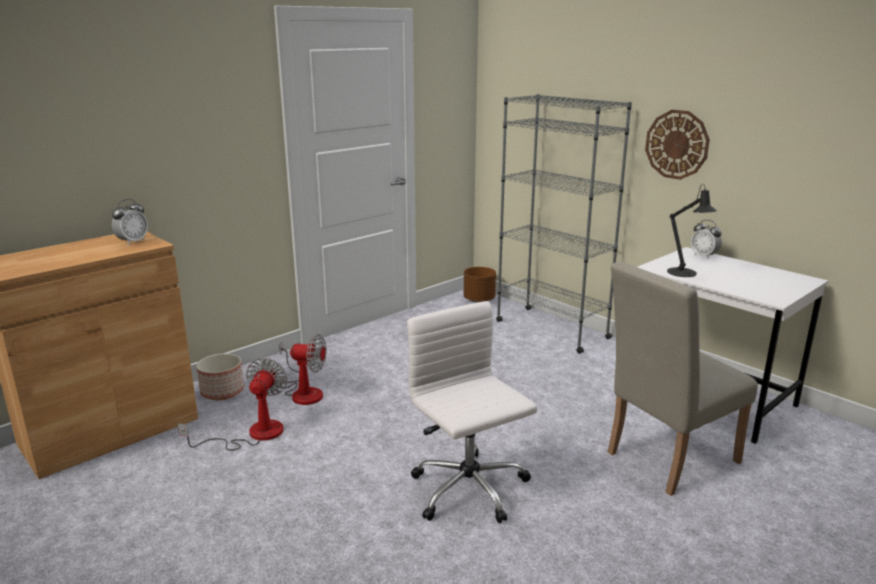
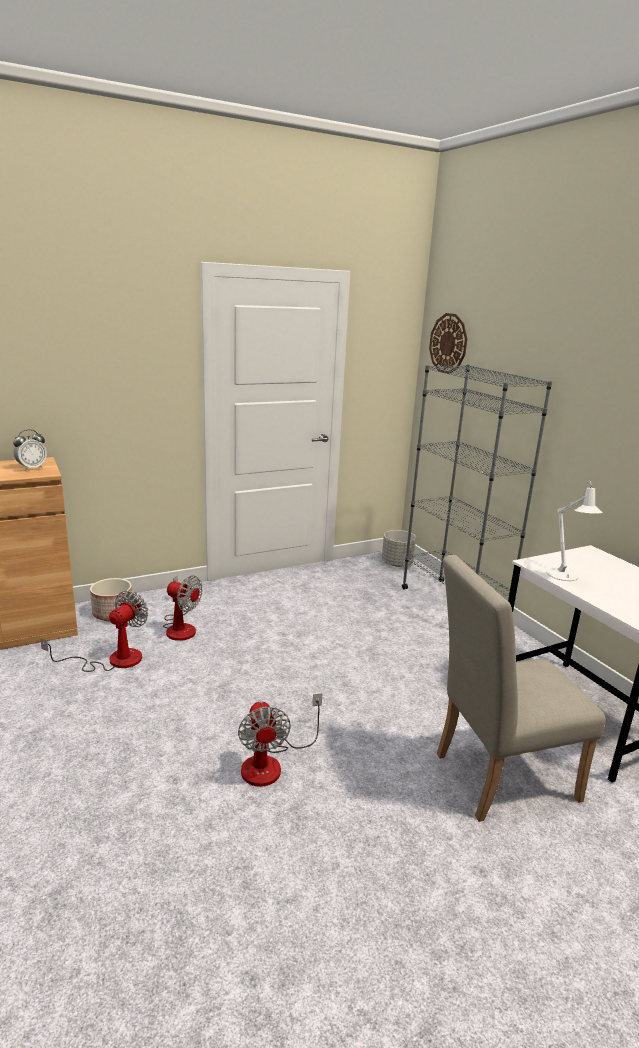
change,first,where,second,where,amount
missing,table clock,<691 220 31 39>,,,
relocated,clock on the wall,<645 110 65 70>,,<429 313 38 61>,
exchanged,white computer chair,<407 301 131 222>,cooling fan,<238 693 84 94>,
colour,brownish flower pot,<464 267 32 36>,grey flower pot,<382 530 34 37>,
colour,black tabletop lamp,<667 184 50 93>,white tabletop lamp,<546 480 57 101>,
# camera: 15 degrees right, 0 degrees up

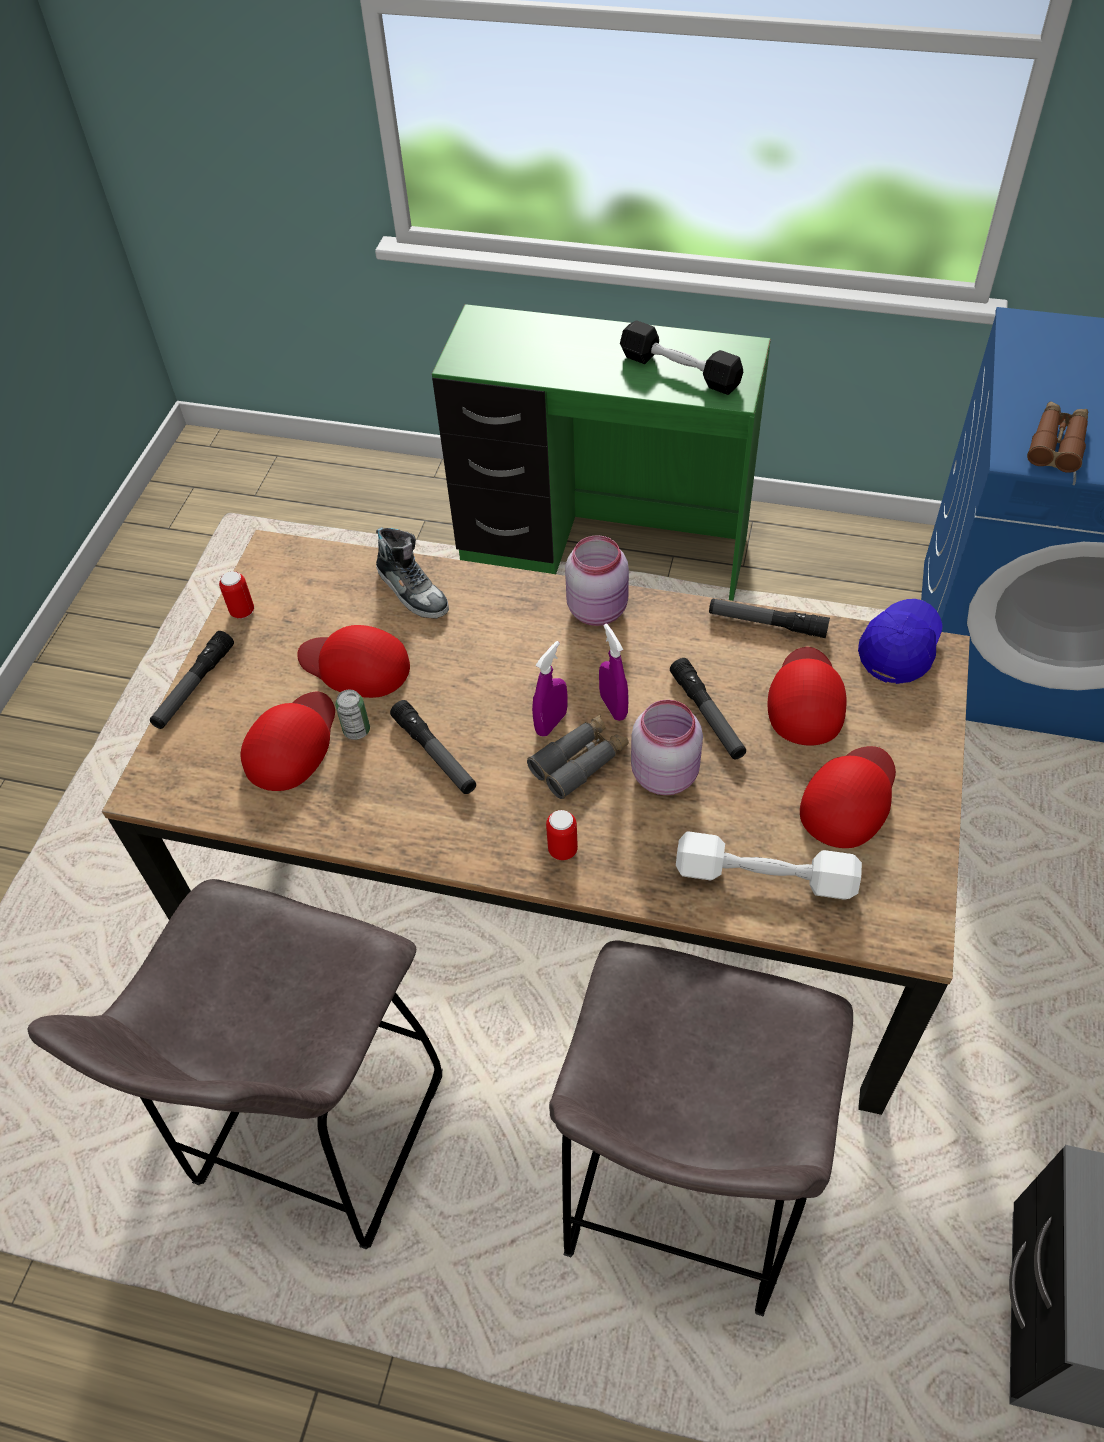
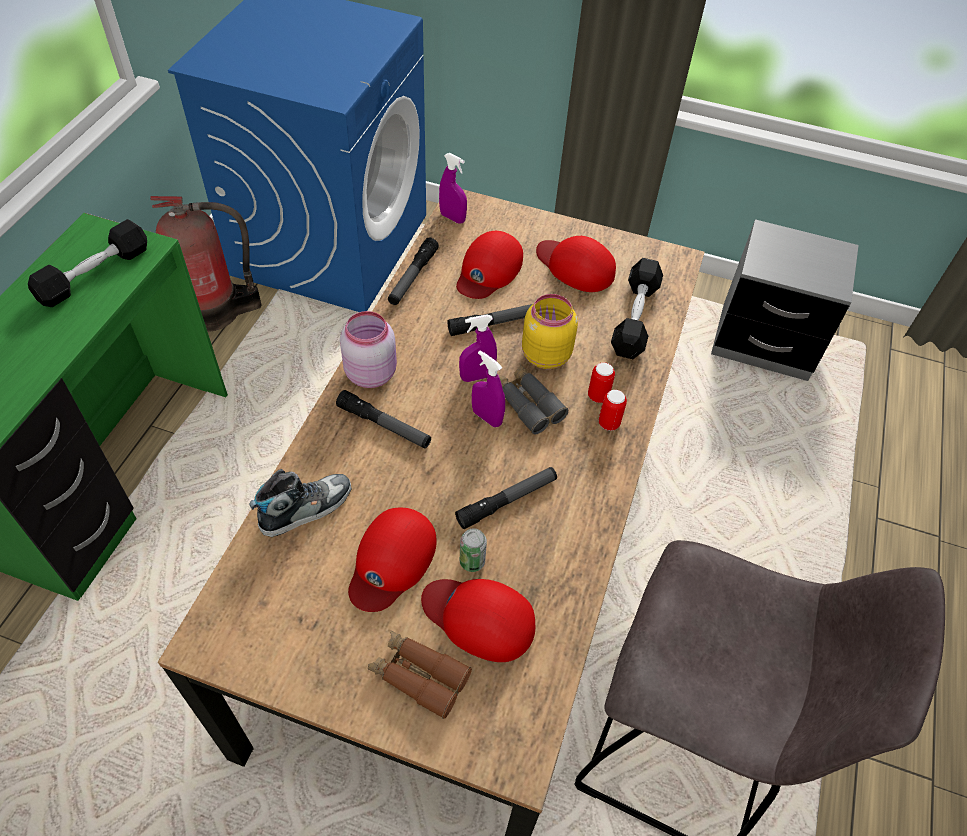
change,first,where,second,where,amount
missing,grey stool seat,<549 941 304 375>,,,
appeared,,,fire-fighting cylinder,<150 196 112 136>,
relocated,hand torch,<150 631 84 98>,,<336 390 95 58>,
relocated,sealed can,<219 571 35 48>,,<588 362 27 41>,
relocated,brownish binoculars,<1027 401 61 72>,,<368 631 104 88>,
exchanged,bluish cap,<858 599 85 85>,purple-coloured hand sprayer,<439 153 28 71>,
colour,pinkish jar,<631 700 72 95>,yellowish jar,<522 294 56 75>,
colour,white dumbbell,<676 831 186 69>,black dumbbell,<611 258 52 101>,
spun,red-coloured cap,<768 647 79 99>,,<456 231 67 68>,75 degrees counterclockwise
# camera: 90 degrees left, 0 degrees up

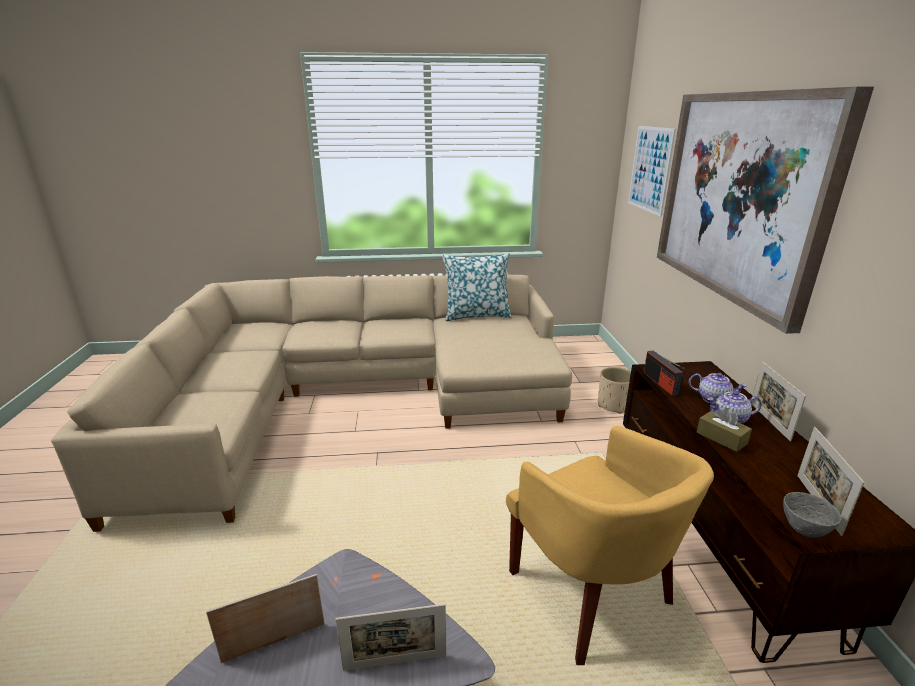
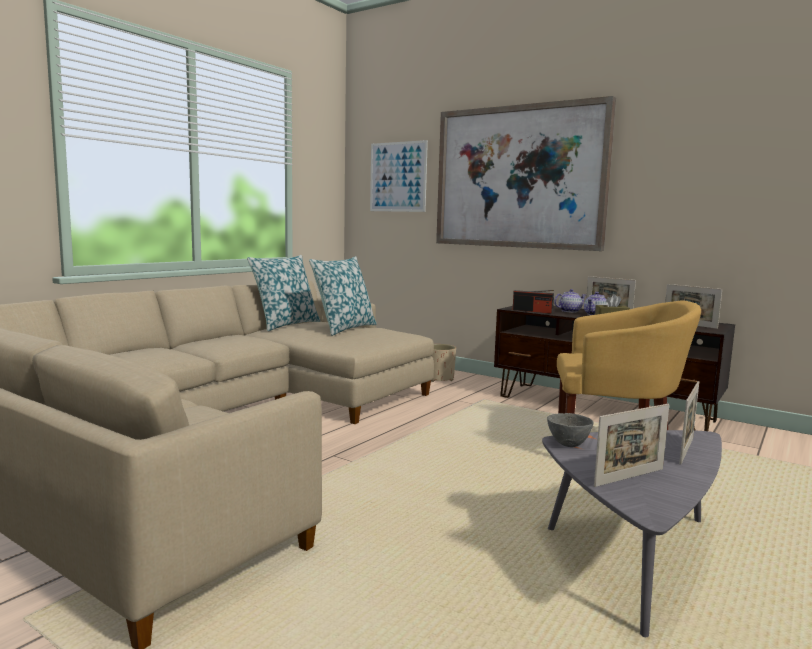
change,first,where,second,where,amount
appeared,,,throw pillow,<309 256 68 80>,
relocated,grey deep dish,<783 492 58 46>,,<547 413 47 34>,
spun,picture frame,<206 574 119 89>,,<594 404 75 83>,135 degrees counterclockwise
# camera: 50 degrees left, 15 degrees down

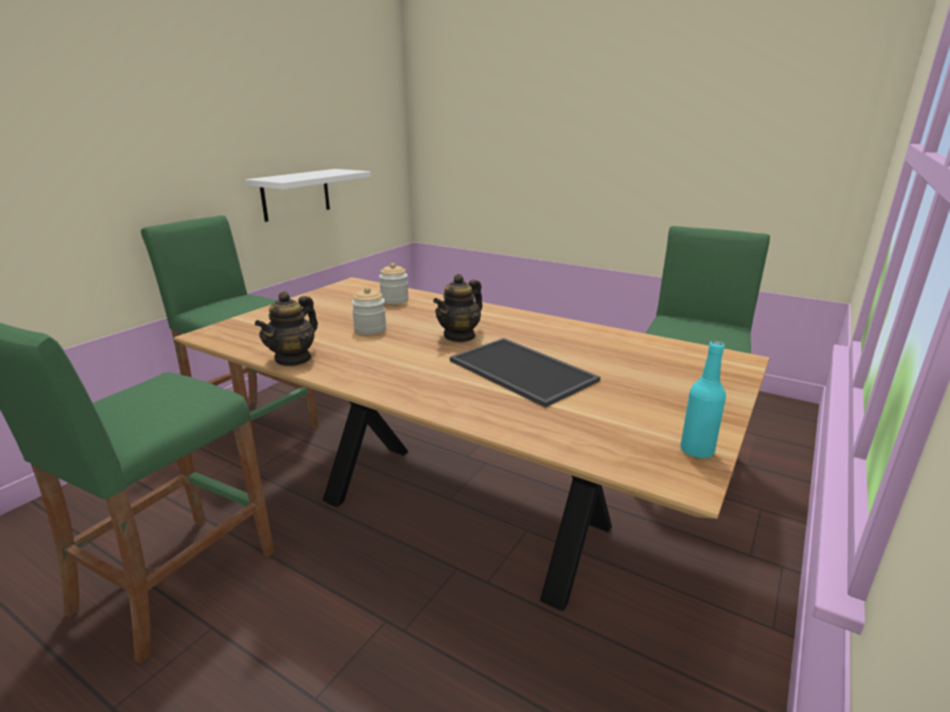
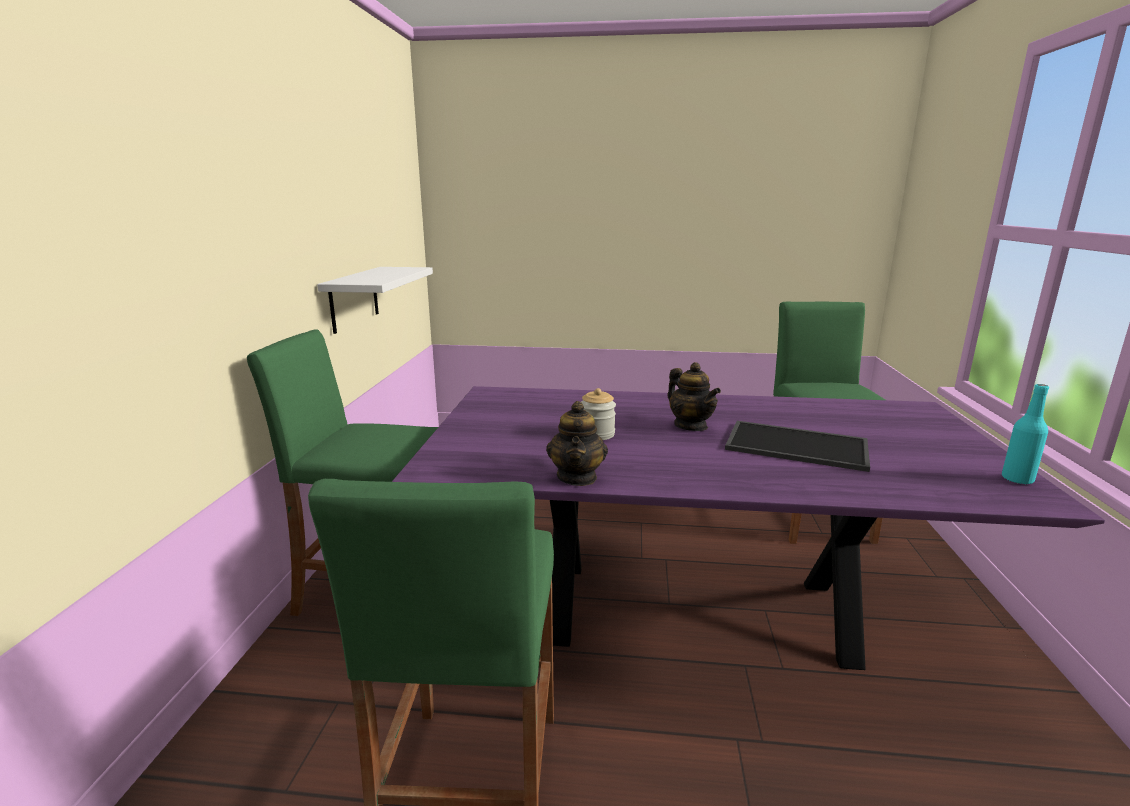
change,first,where,second,where,amount
missing,jar,<379 263 30 41>,,,
colour,brownish dining table,<174 277 596 334>,purple-coloured dining table,<392 386 713 284>,
spun,tea pot,<433 274 50 68>,,<668 362 53 69>,45 degrees counterclockwise
# camera: 25 degrees left, 5 degrees down

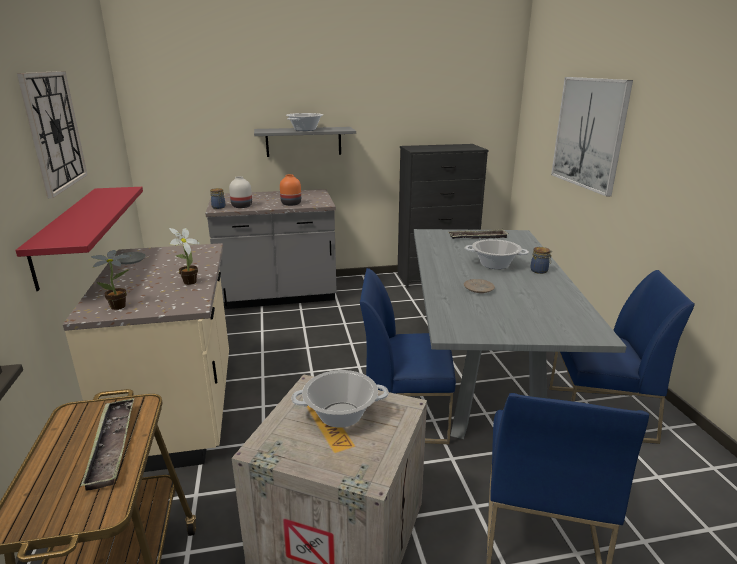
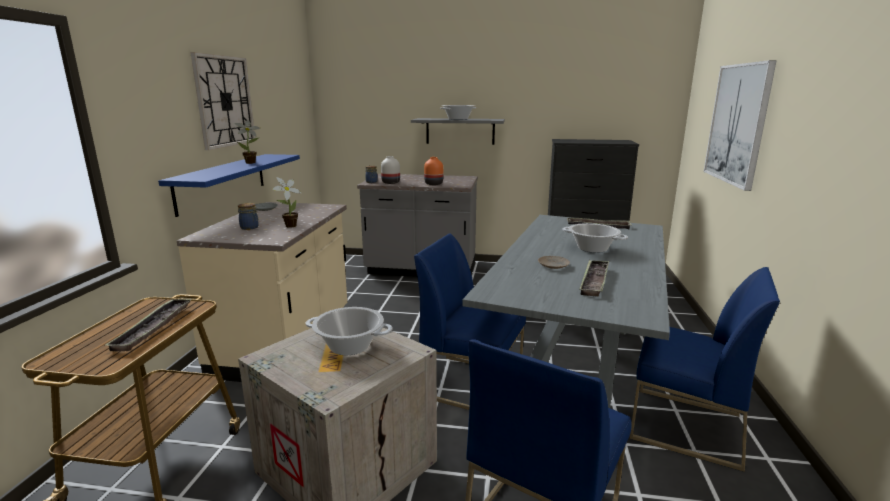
change,first,where,second,where,amount
appeared,,,carrying tray,<579 260 30 36>,
relocated,plant in a pot,<91 250 39 60>,,<235 120 25 44>,
relocated,jar,<530 247 22 27>,,<238 203 21 27>,
colour,red-coloured bracket shelf,<15 187 128 104>,bluish bracket shelf,<158 154 142 63>,
# camera: 20 degrees right, 5 degrees down

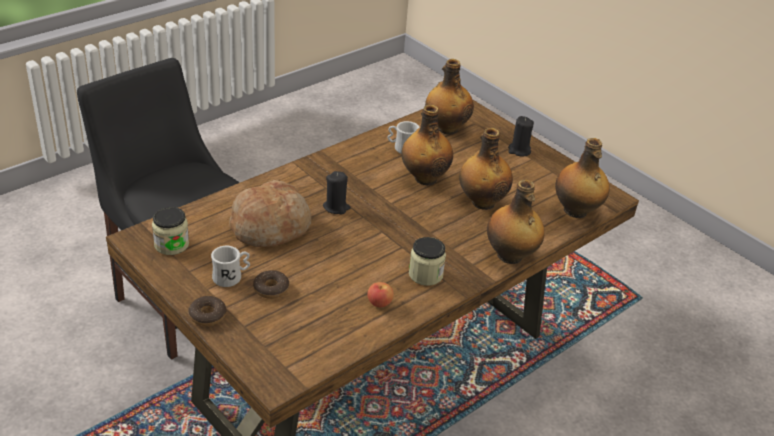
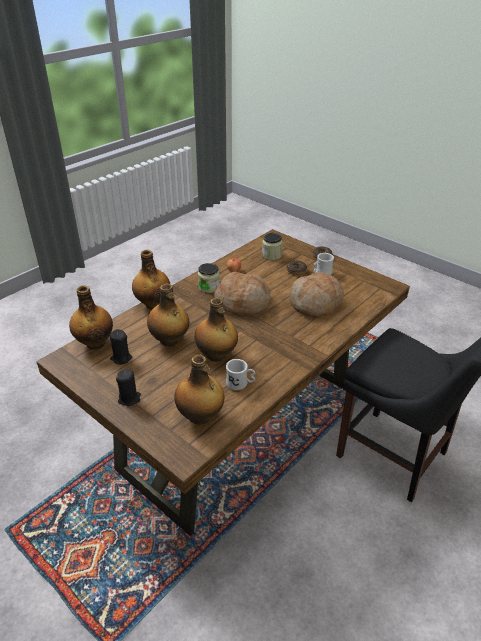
change,first,where,second,where,amount
appeared,,,bread,<214 272 56 42>,
relocated,jar,<152 207 37 48>,,<262 233 21 27>,
relocated,black wax candle,<323 171 27 43>,,<110 329 22 36>,
# camera: 175 degrees right, 0 degrees up

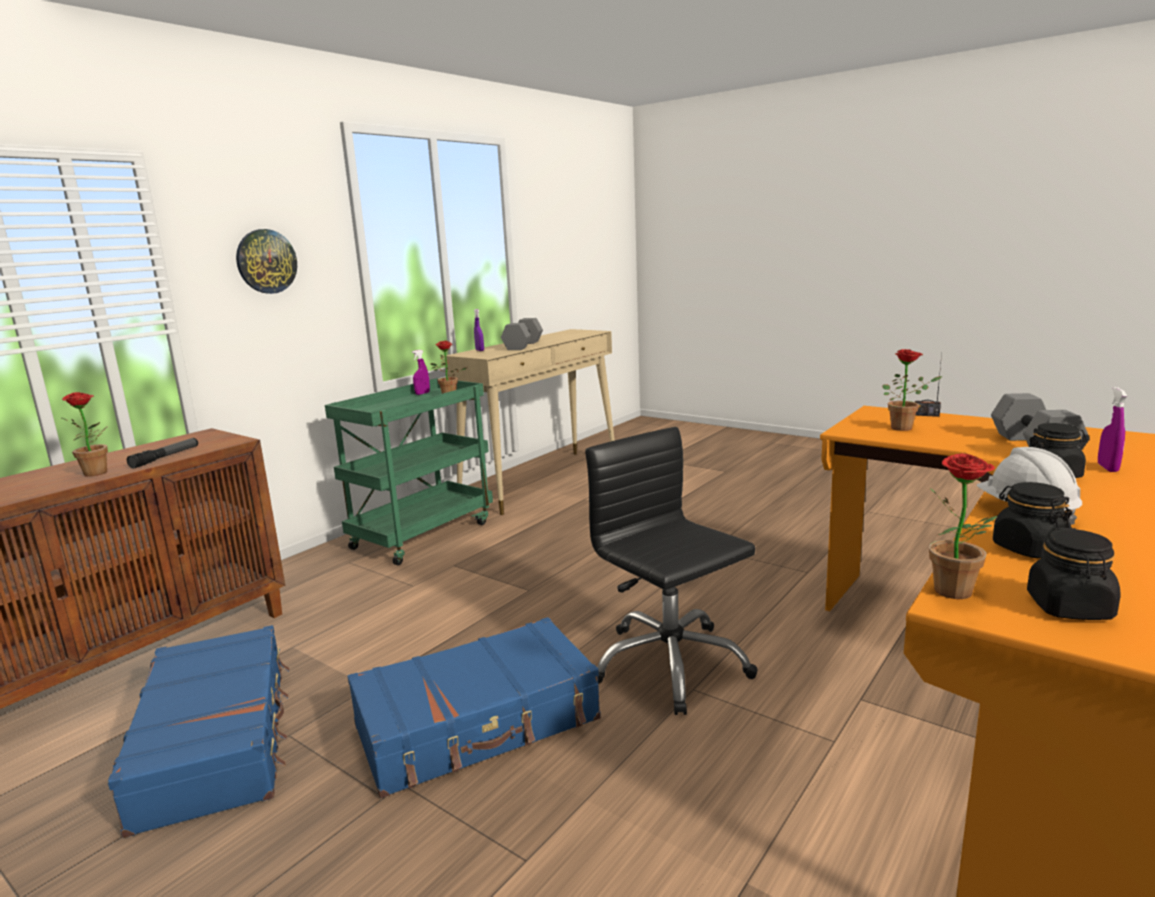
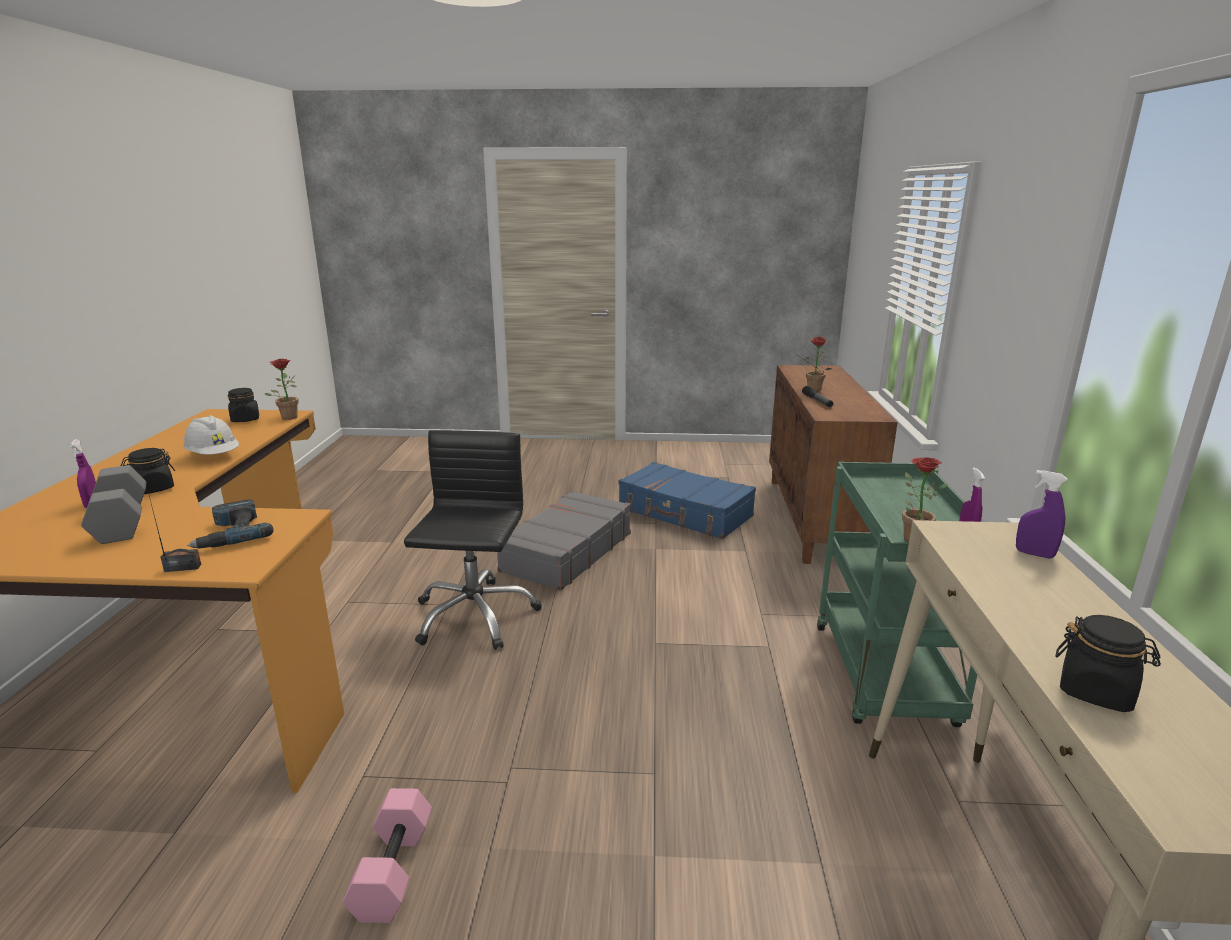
change,first,where,second,where,amount
missing,clock on the wall,<236 229 61 65>,,,
missing,grey dumbbell,<501 318 42 32>,,,
appeared,,,pinkish dumbbell,<342 788 90 135>,
relocated,black jar,<993 482 79 77>,,<1055 615 106 97>,
exchanged,plant in a pot,<882 349 61 82>,drill,<187 499 86 50>,
colour,bluish travel case,<348 617 253 181>,grey travel case,<497 490 134 101>,
spun,black computer chair,<585 427 173 288>,,<404 430 138 220>,105 degrees counterclockwise
# camera: 145 degrees right, 5 degrees up

